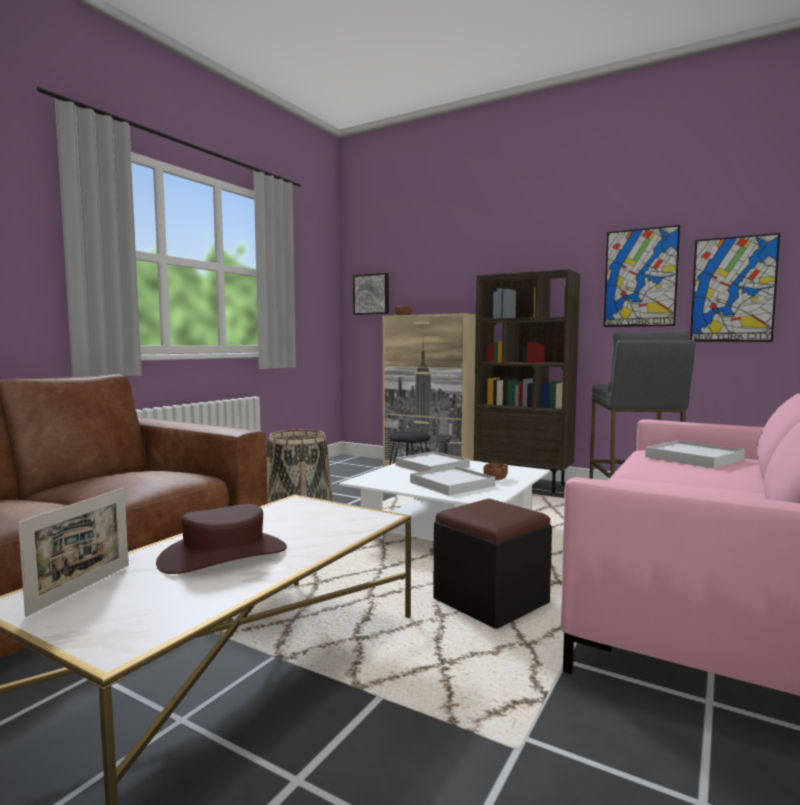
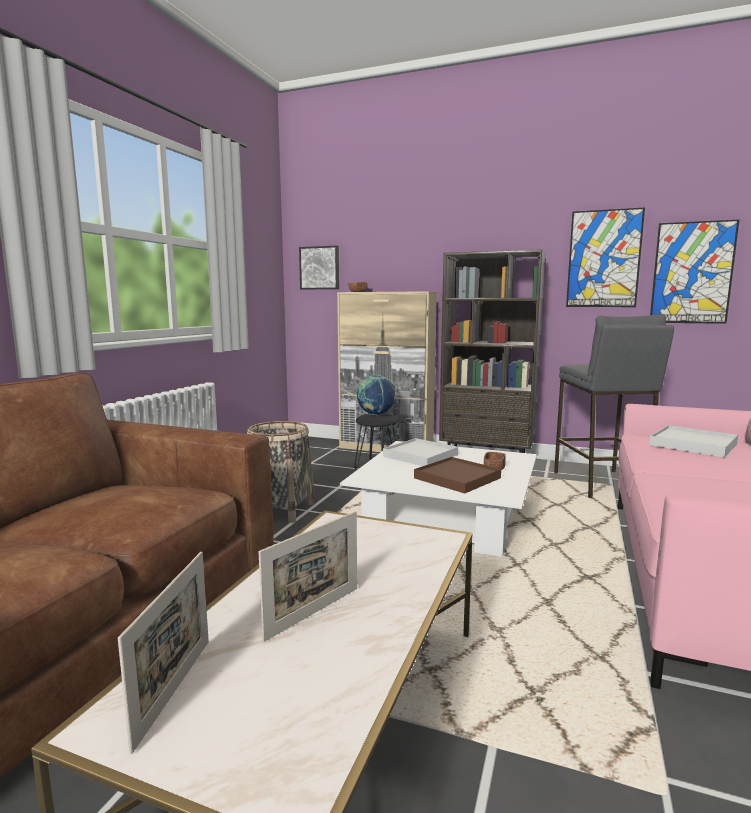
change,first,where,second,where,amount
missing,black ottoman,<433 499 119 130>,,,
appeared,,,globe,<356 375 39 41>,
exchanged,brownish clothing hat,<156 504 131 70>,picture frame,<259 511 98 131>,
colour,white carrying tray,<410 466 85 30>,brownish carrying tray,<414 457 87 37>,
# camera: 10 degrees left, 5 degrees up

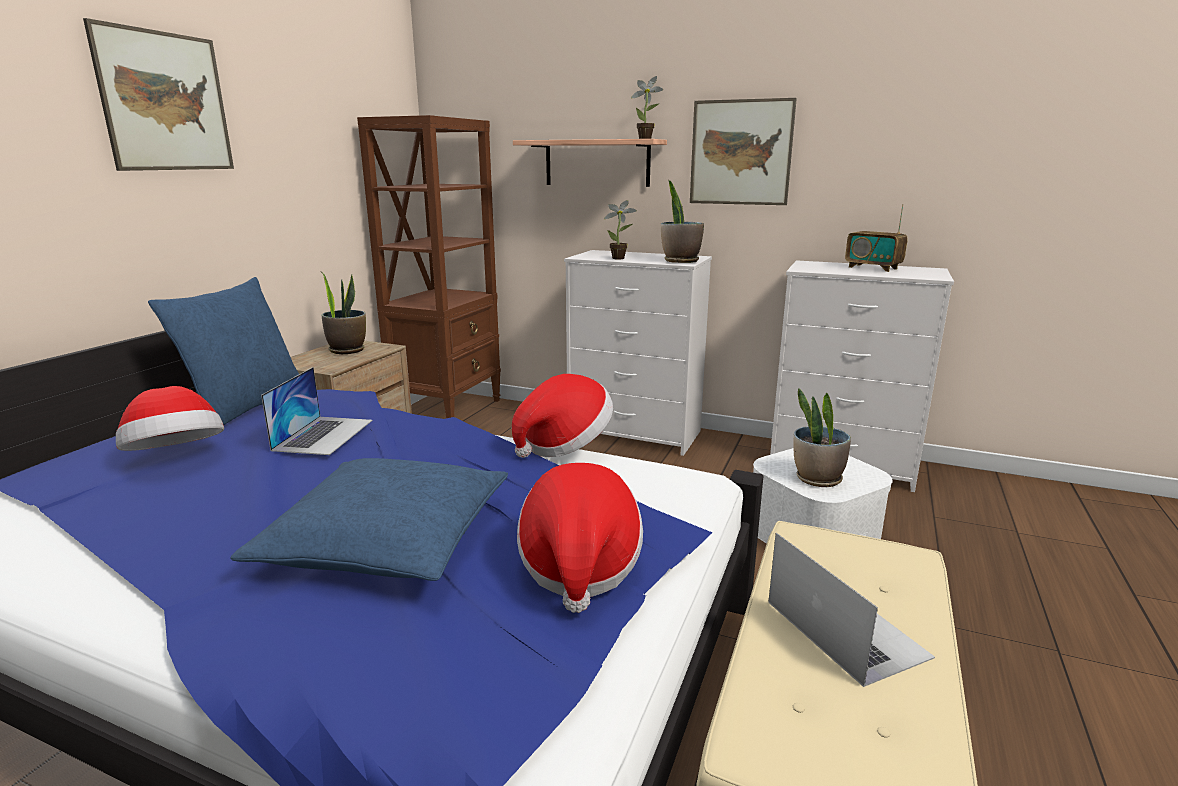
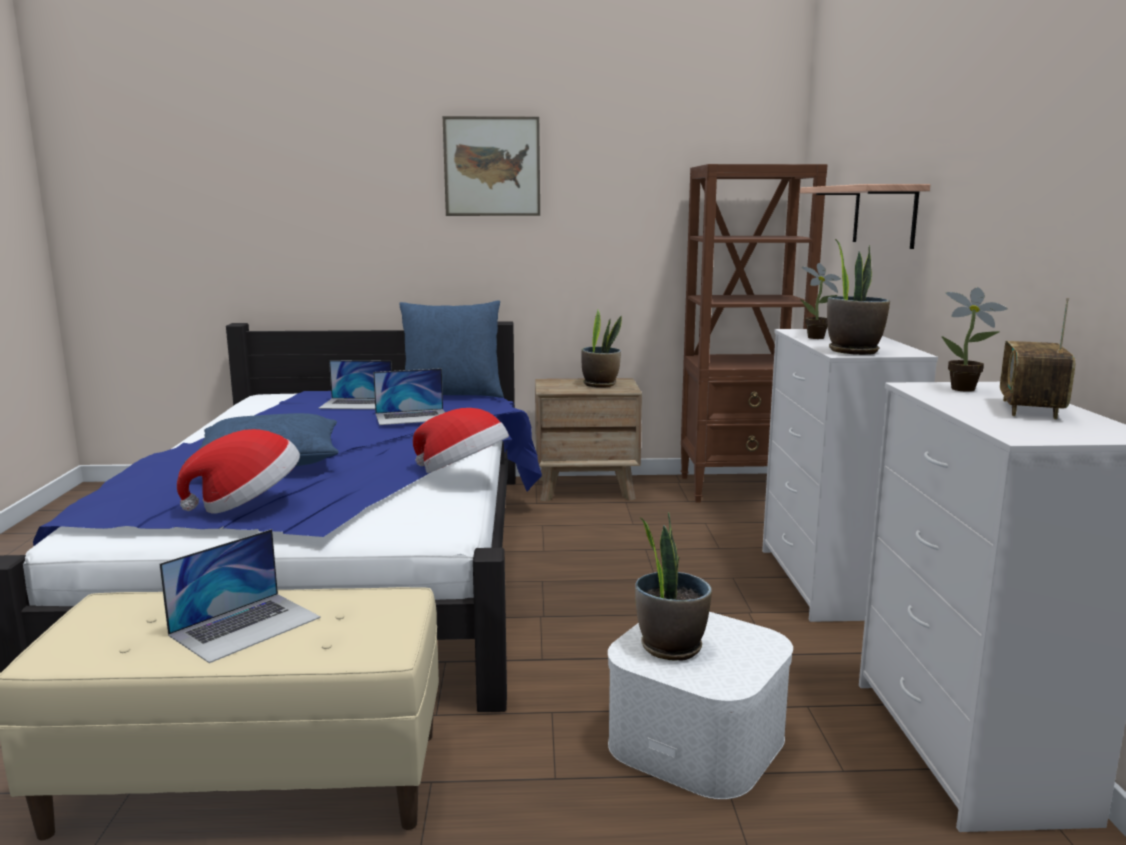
change,first,where,second,where,amount
missing,wall art,<690 98 107 107>,,,
relocated,plant in a pot,<631 76 32 63>,,<941 287 67 105>,
exchanged,clothing hat,<116 386 108 65>,notebook computer,<318 360 74 49>,
# camera: 65 degrees right, 5 degrees down

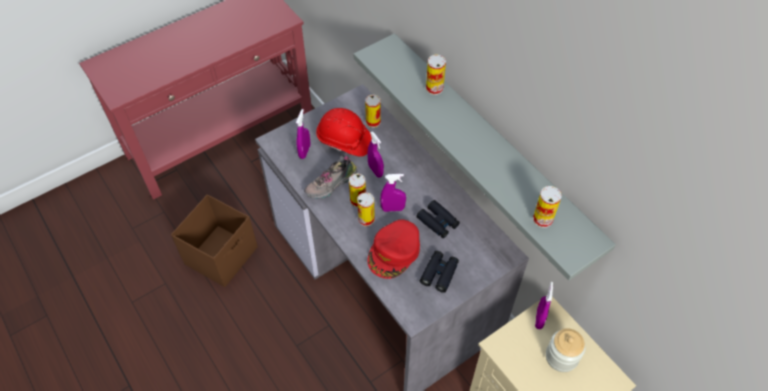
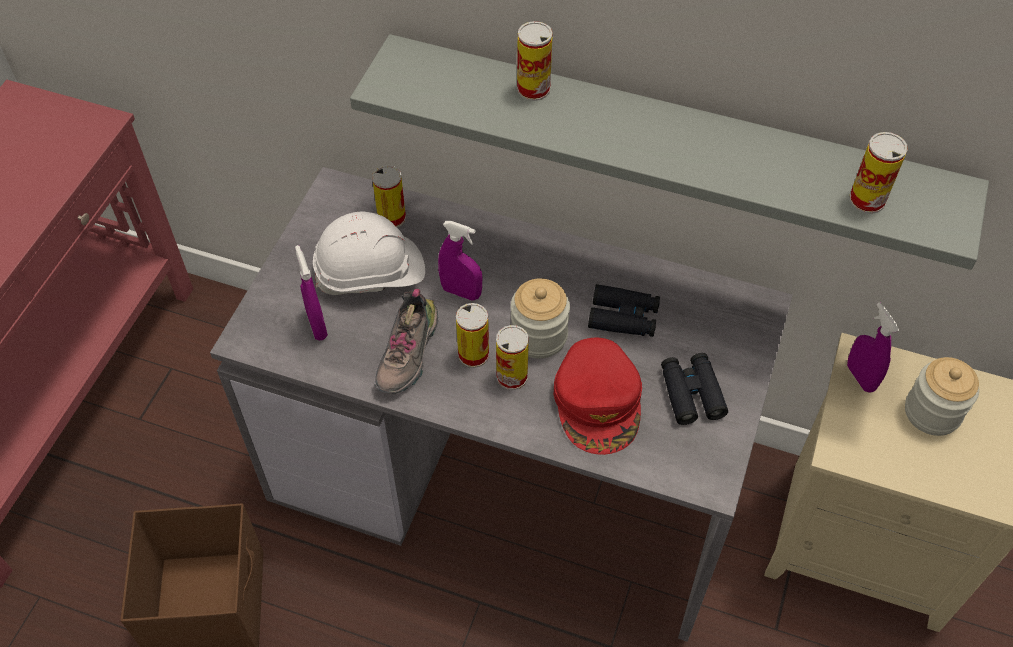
change,first,where,second,where,amount
exchanged,purple-coloured hand sprayer,<380 174 26 38>,jar,<511 278 59 80>,
colour,red-coloured safety helmet,<316 108 56 49>,white safety helmet,<313 211 112 84>,
# camera: 35 degrees left, 0 degrees up

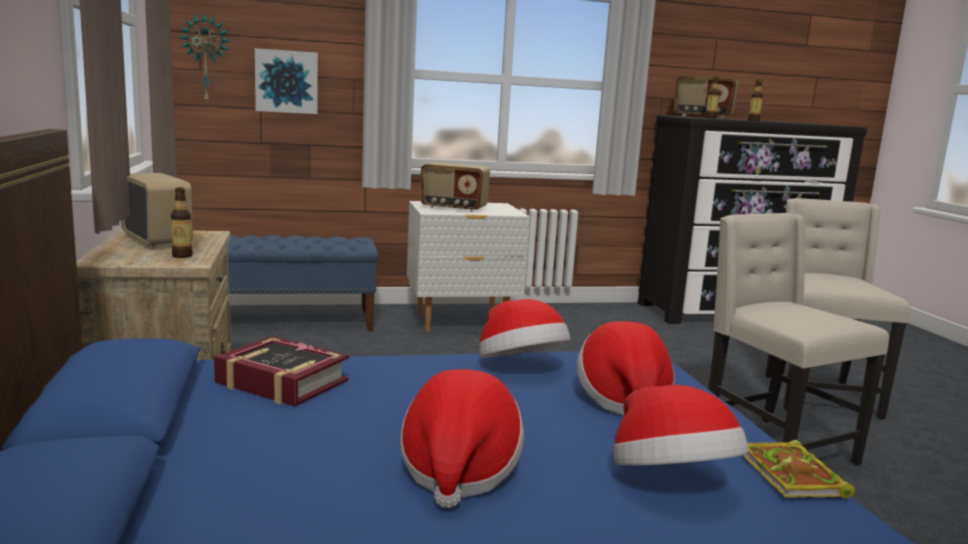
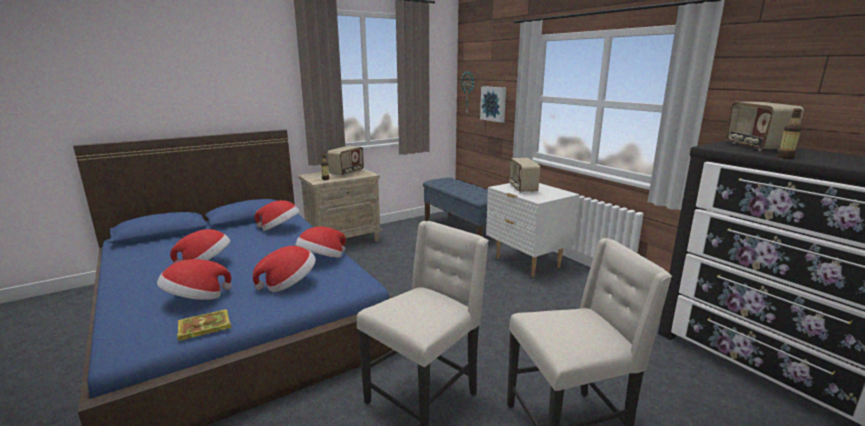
change,first,where,second,where,amount
missing,beverage bottle,<705 76 15 43>,,,
exchanged,book,<214 336 135 70>,clothing hat,<255 200 45 31>,
# camera: 70 degrees right, 5 degrees up

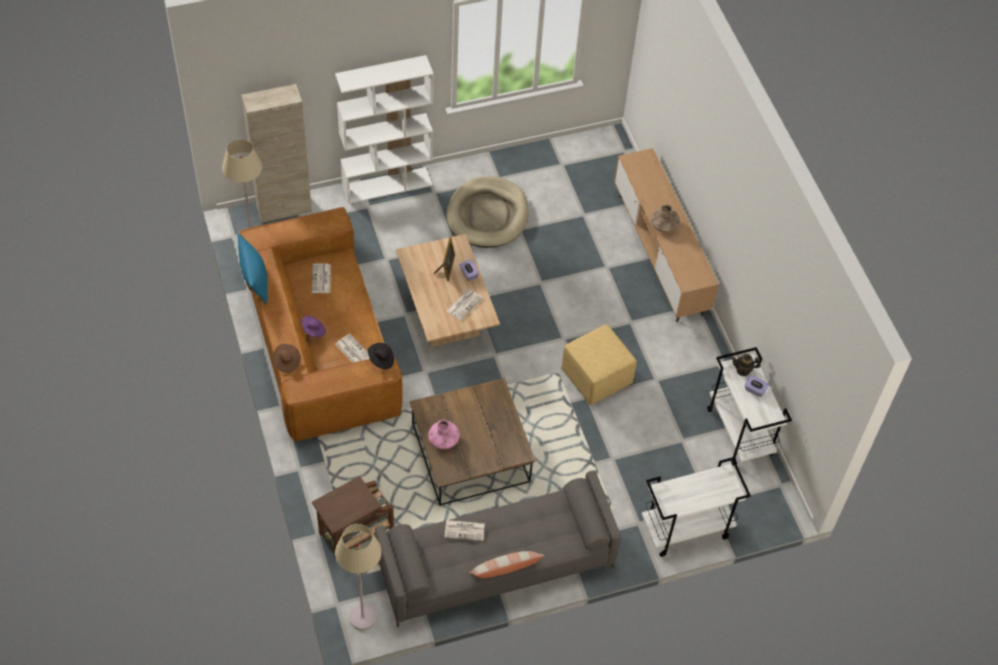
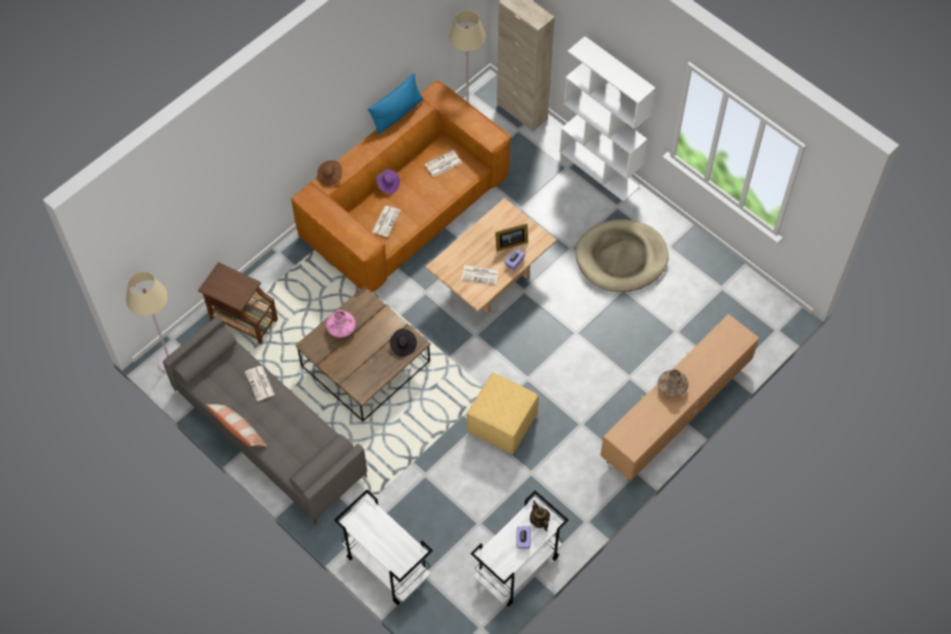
change,first,where,second,where,amount
relocated,black clothing hat,<368 343 26 26>,,<390 329 27 28>,
# camera: 65 degrees right, 5 degrees up

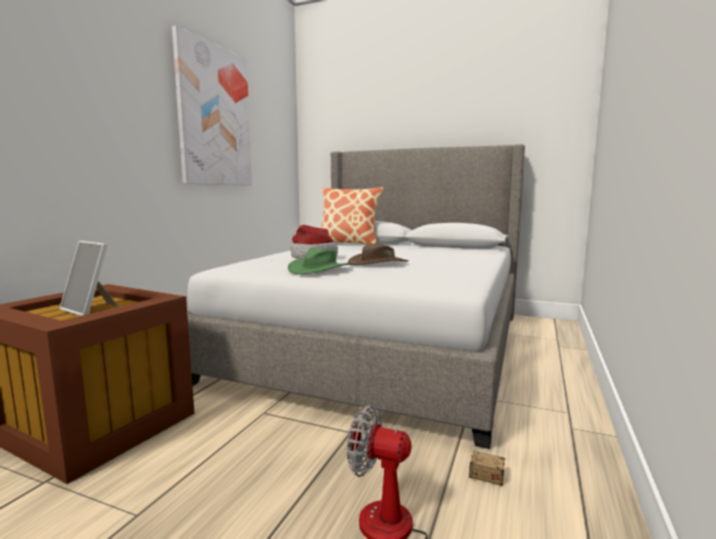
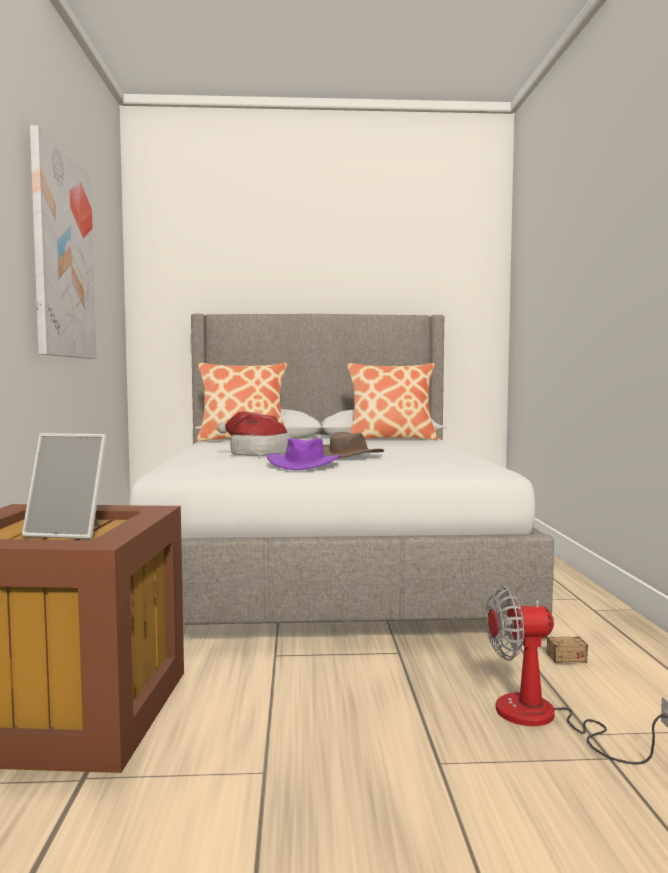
change,first,where,second,where,amount
appeared,,,throw pillow,<347 363 91 78>,
colour,green-coloured clothing hat,<288 248 62 27>,purple-coloured clothing hat,<267 438 74 32>,
# camera: 25 degrees left, 5 degrees down

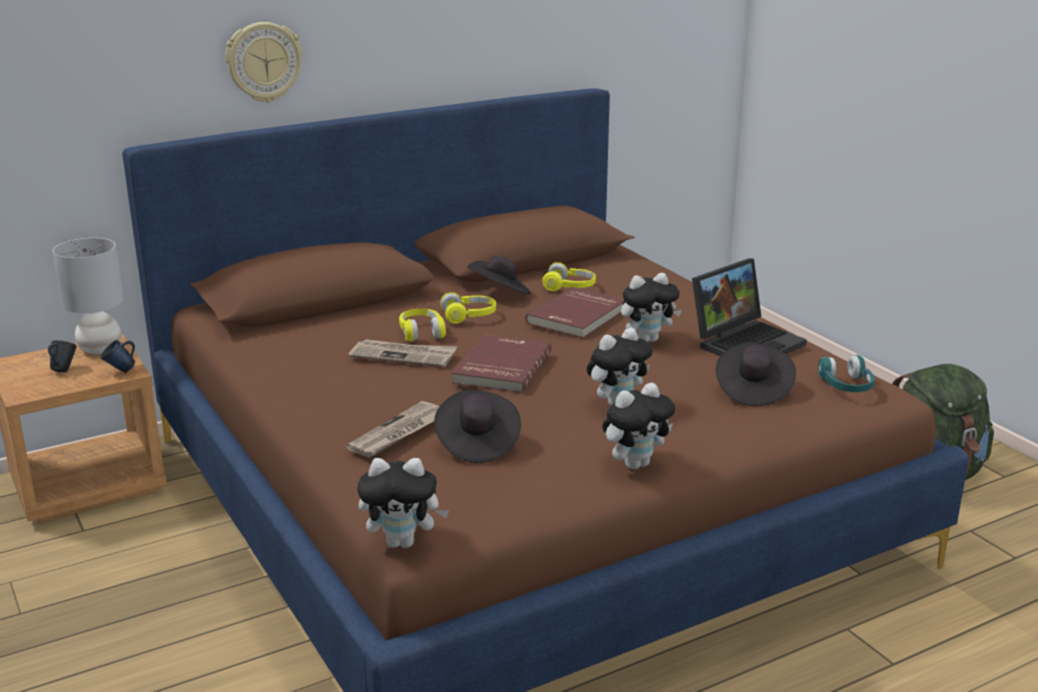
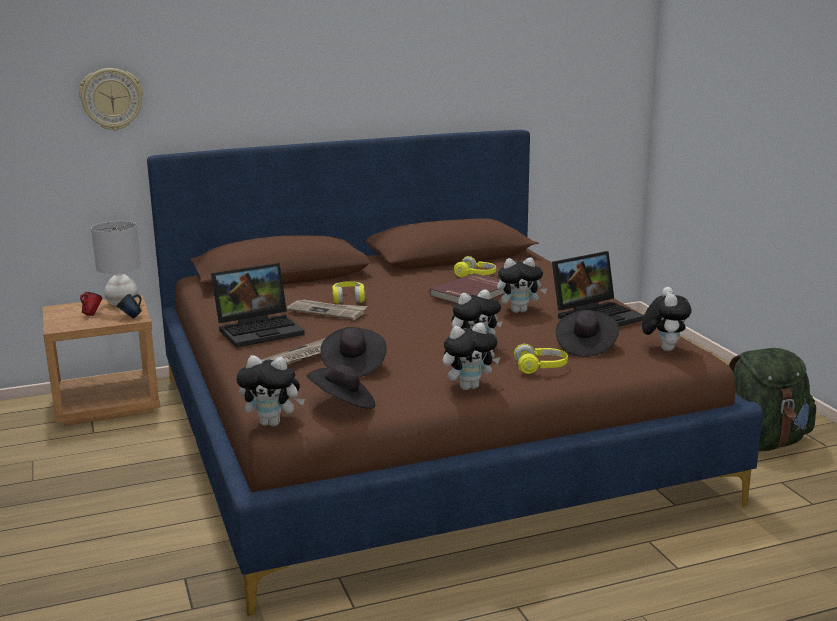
change,first,where,second,where,amount
missing,red-coloured book,<452 335 99 58>,,,
appeared,,,notebook computer,<211 263 94 85>,
relocated,clock on the wall,<225 22 77 81>,,<79 68 64 63>,
relocated,yellowish headphones,<440 292 56 32>,,<514 344 54 30>,
relocated,black clothing hat,<468 256 63 38>,,<307 364 68 45>,
exchanged,turquoise headphones,<818 355 57 37>,plush toy,<642 287 50 64>,
colour,bluish coffee mug,<48 340 29 32>,red-coloured coffee mug,<80 292 22 24>,
# camera: 10 degrees right, 5 degrees down

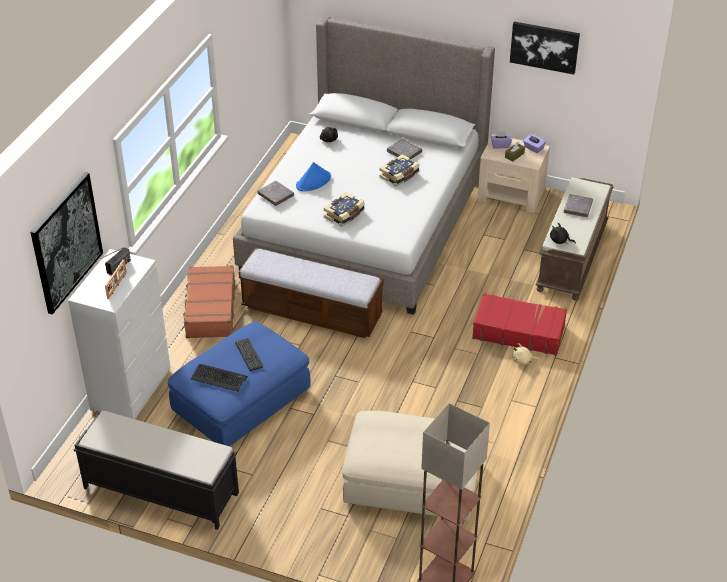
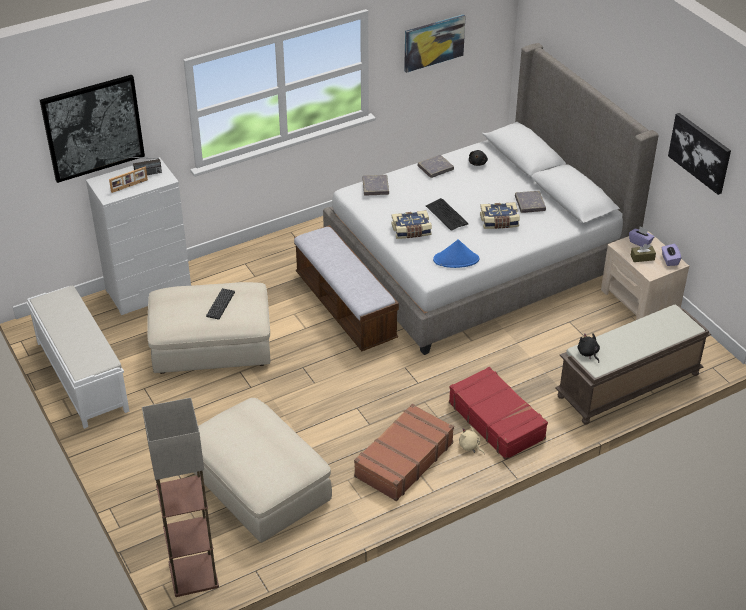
change,first,where,second,where,amount
appeared,,,wall art,<404 14 62 59>,
relocated,brownish travel case,<182 265 53 73>,,<354 404 100 97>,
relocated,computer keyboard,<191 364 57 28>,,<426 198 42 33>,
relocated,bluish clothing hat,<296 162 35 30>,,<433 239 46 29>,
relocated,grey book,<564 194 29 23>,,<418 155 36 23>,
colour,black indoor bench,<74 411 165 119>,white indoor bench,<27 285 102 144>,
colour,bluish ottoman,<168 322 143 124>,beige ottoman,<147 282 123 92>,
# camera: 40 degrees right, 0 degrees up

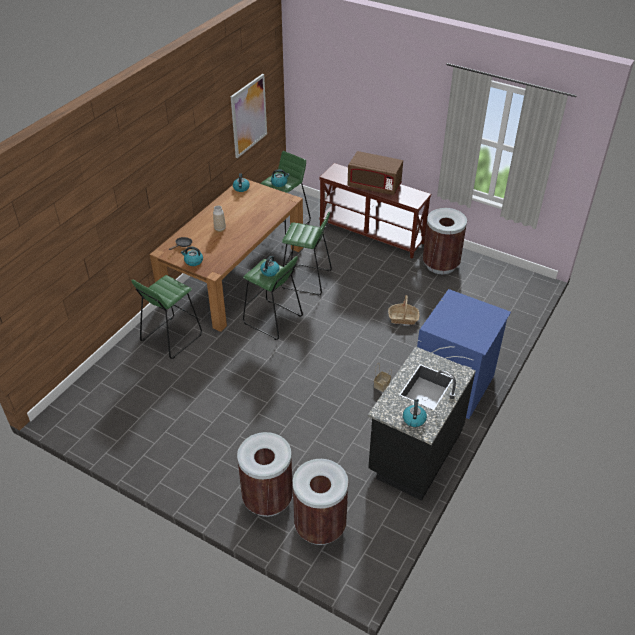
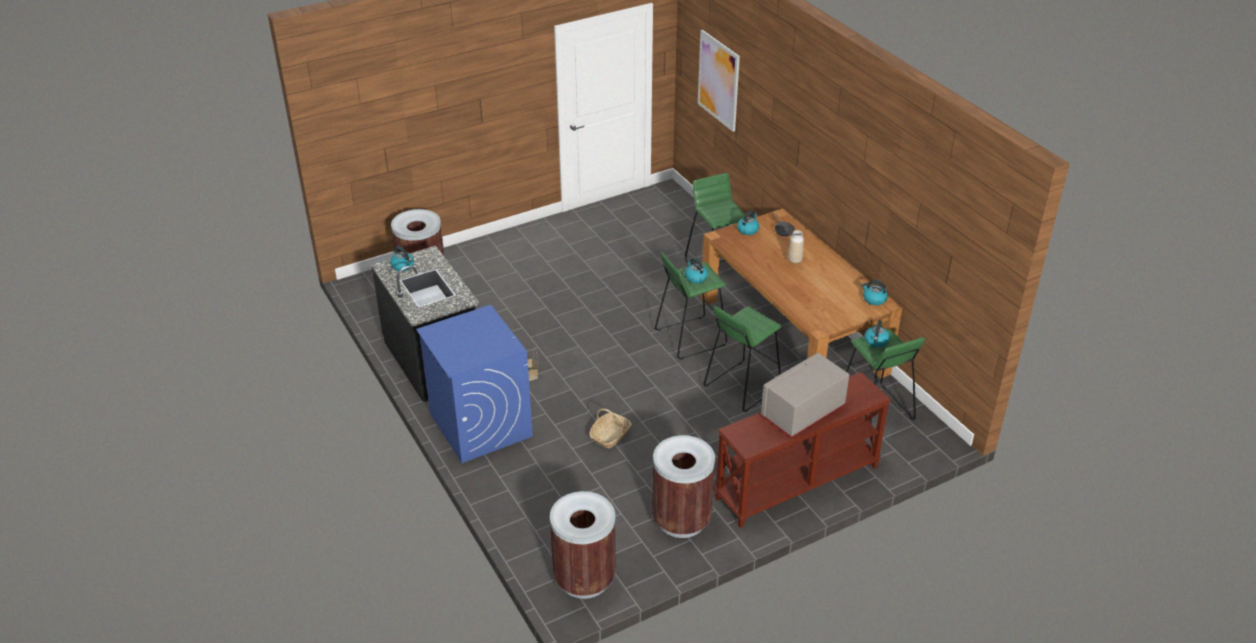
change,first,where,second,where,amount
relocated,wall art,<231 74 36 84>,,<698 30 42 102>,
relocated,brownish trash can,<237 432 56 85>,,<550 491 66 108>,
colour,brownish microwave oven,<348 151 55 44>,grey microwave oven,<761 353 88 85>,
# camera: 120 degrees right, 5 degrees down

